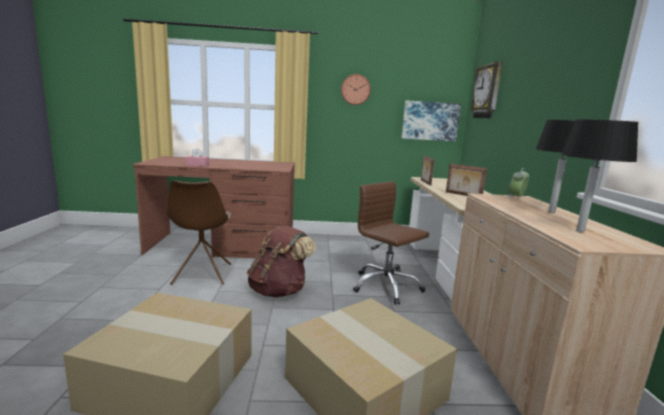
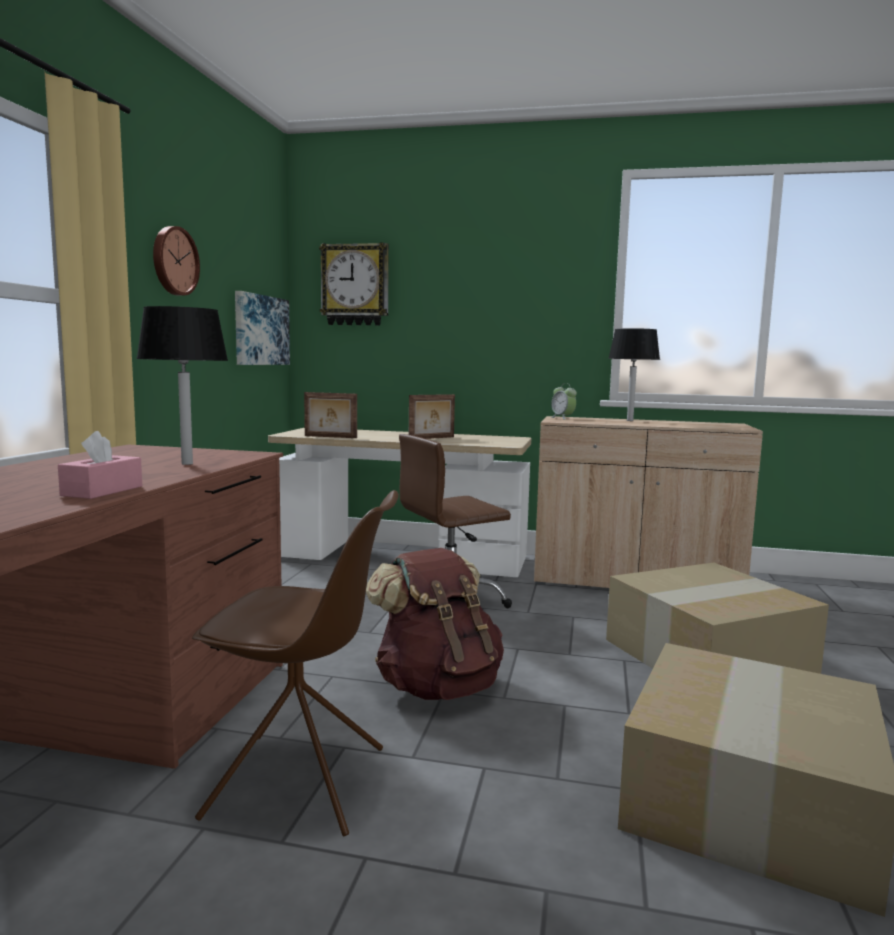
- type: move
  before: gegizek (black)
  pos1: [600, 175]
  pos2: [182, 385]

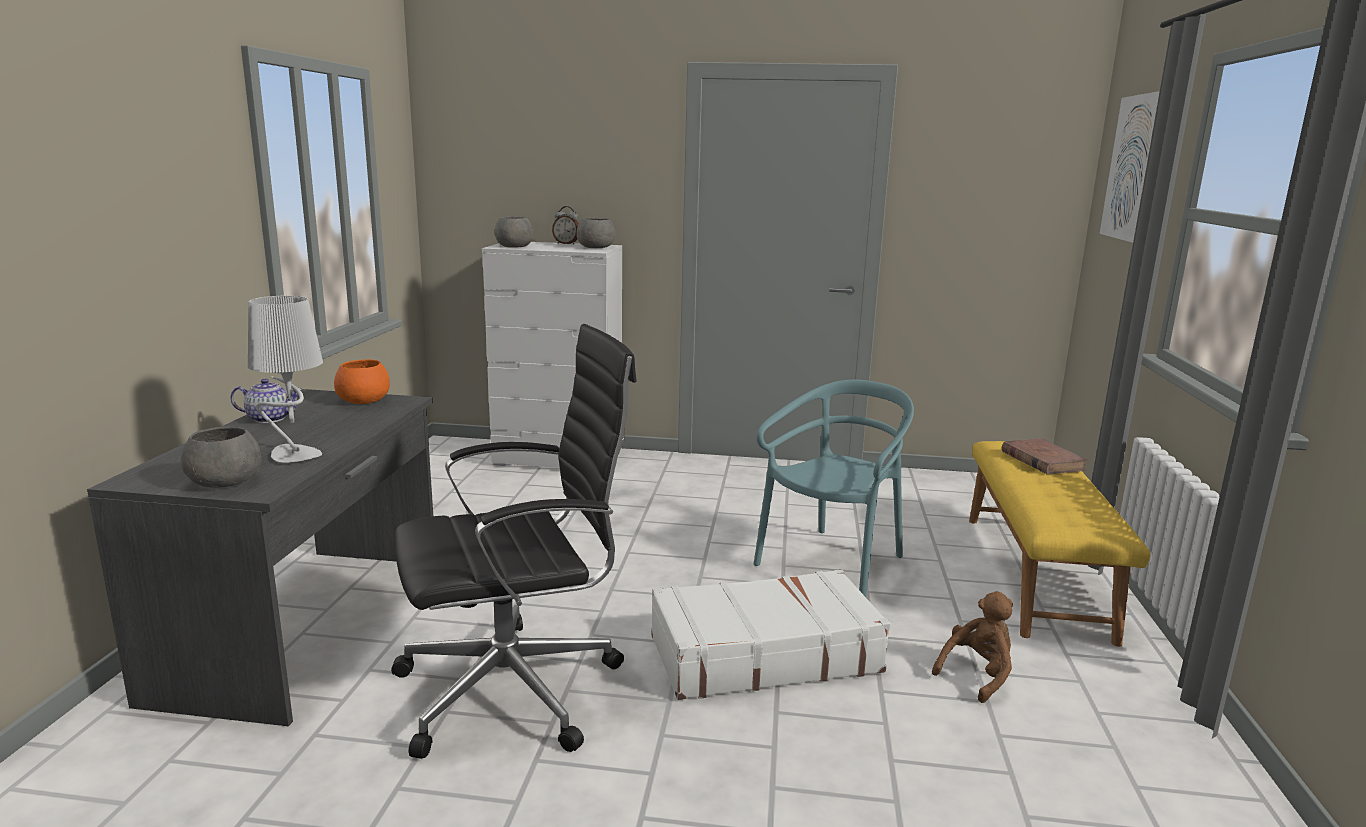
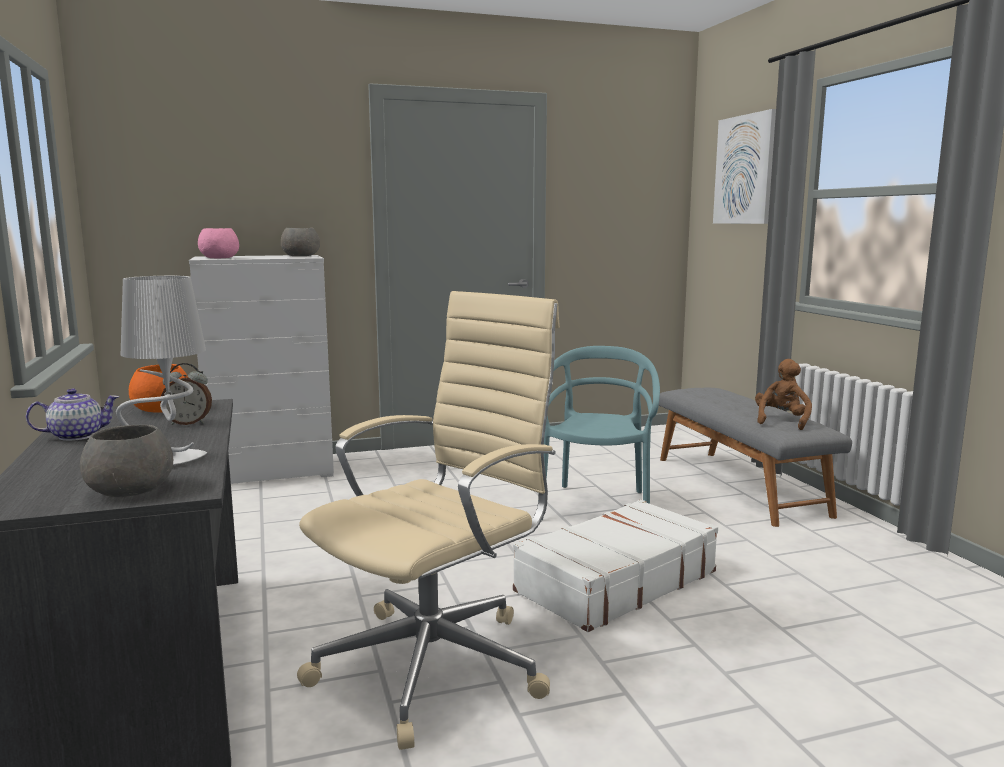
- type: delete
  before: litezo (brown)
  pos1: [1045, 456]
- type: move
  before: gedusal
  pos1: [565, 225]
  pos2: [186, 394]
- type: move
  before: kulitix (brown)
  pos1: [972, 647]
  pos2: [783, 394]
- type: recolor
  before: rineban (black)
  after: rineban (beige)
  pos1: [514, 541]
  pos2: [428, 520]
- type: recolor
  before: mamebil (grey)
  after: mamebil (pink)
  pos1: [514, 232]
  pos2: [218, 243]
- type: recolor
  before: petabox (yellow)
  after: petabox (grey)
  pos1: [1059, 544]
  pos2: [755, 457]

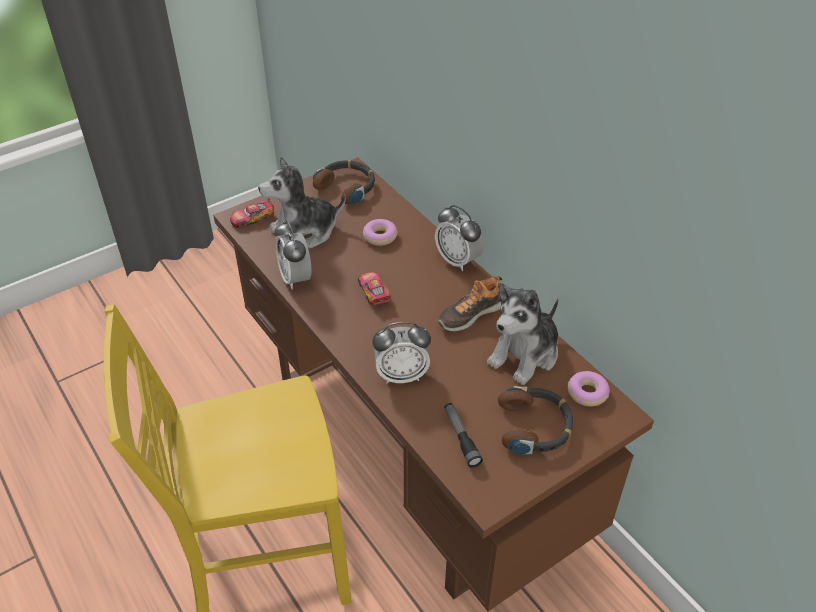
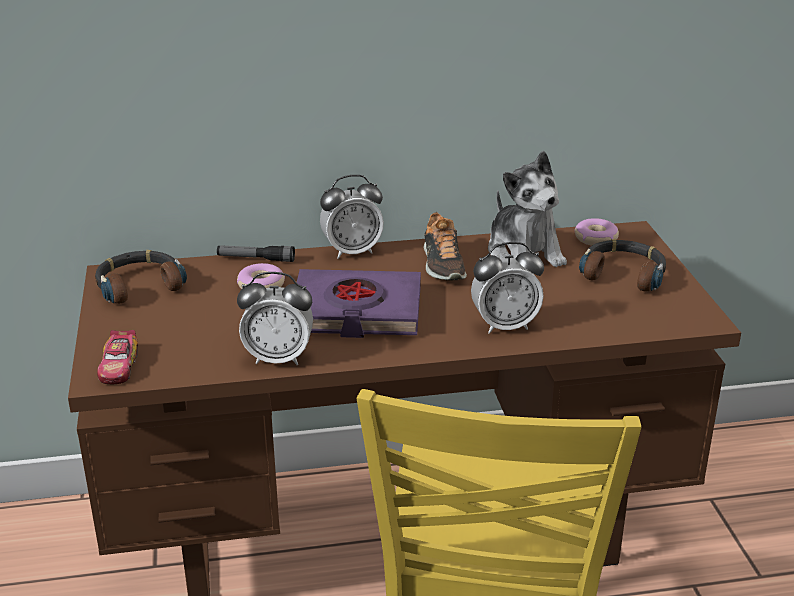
- type: delete
  before: kulitix
  pos1: [302, 202]
- type: move
  before: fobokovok
  pos1: [463, 435]
  pos2: [256, 253]
- type: replace
  before: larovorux
  after: litezo (purple)
  pos1: [374, 289]
  pos2: [359, 303]
- type: rotate
  before: gedusal
  pos1: [401, 352]
  pos2: [507, 288]
  turn: 60

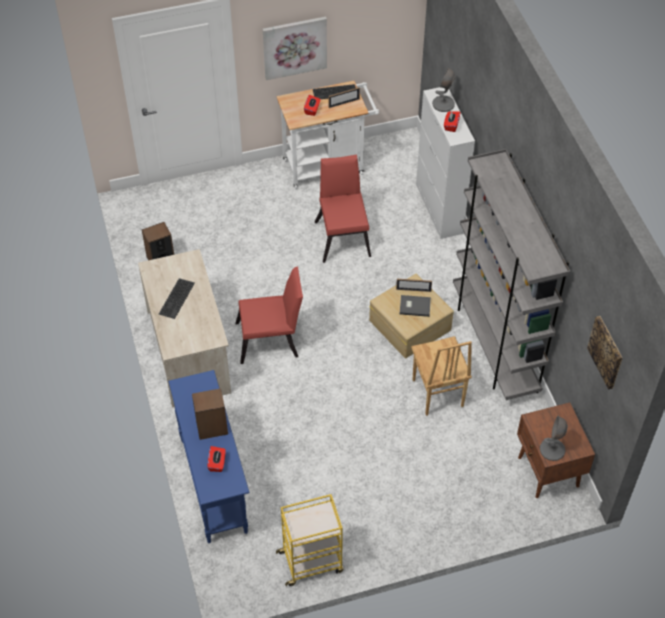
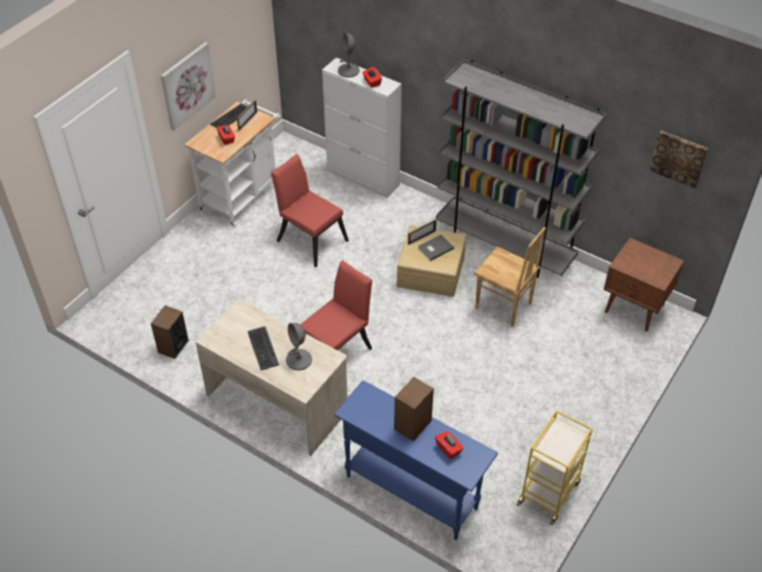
- type: move
  before: gegizek (grey)
  pos1: [554, 438]
  pos2: [299, 346]

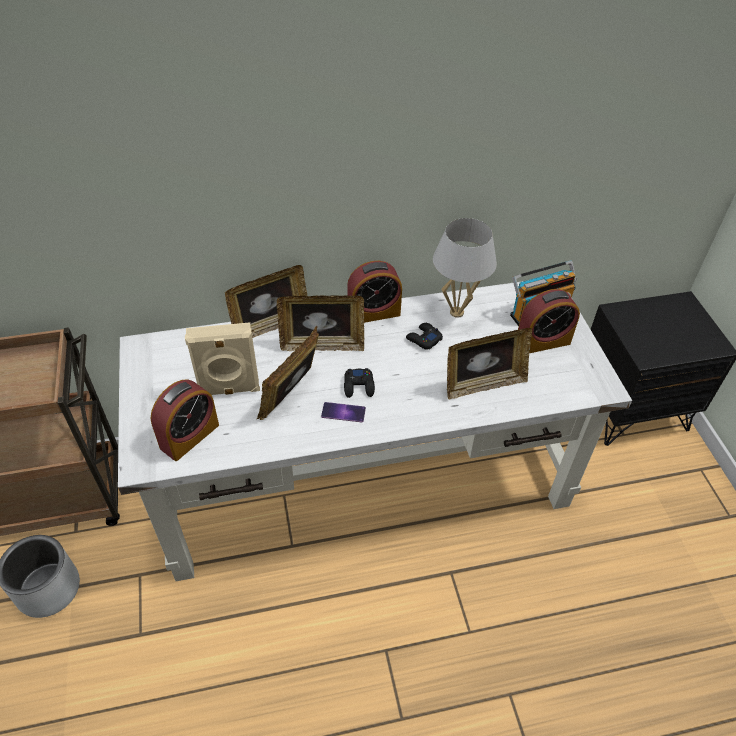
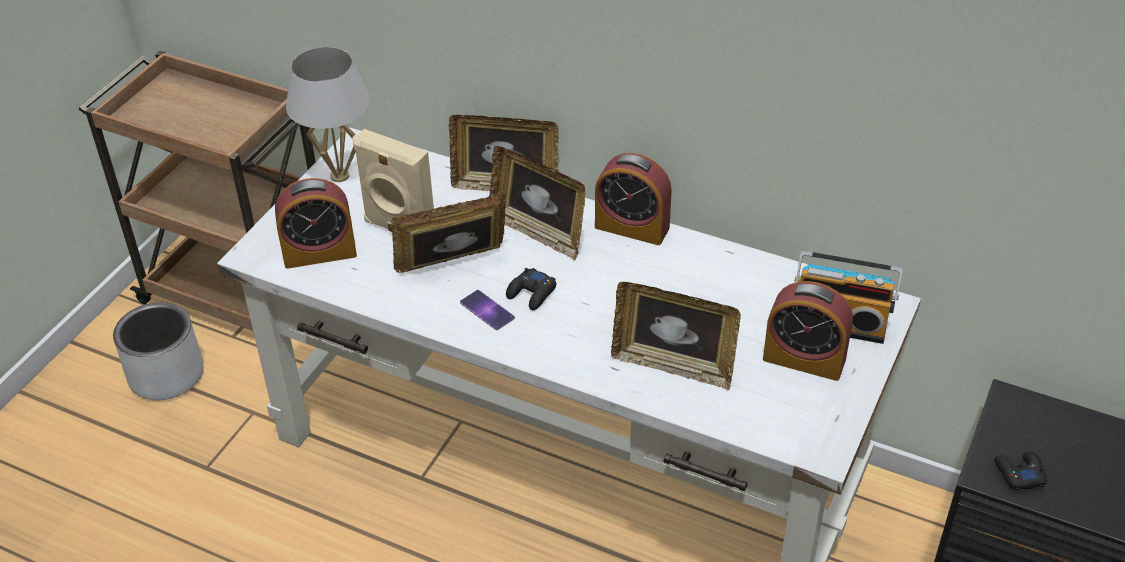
- type: move
  before: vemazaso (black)
  pos1: [424, 336]
  pos2: [1020, 471]
- type: move
  before: gegizek (white)
  pos1: [465, 268]
  pos2: [328, 114]

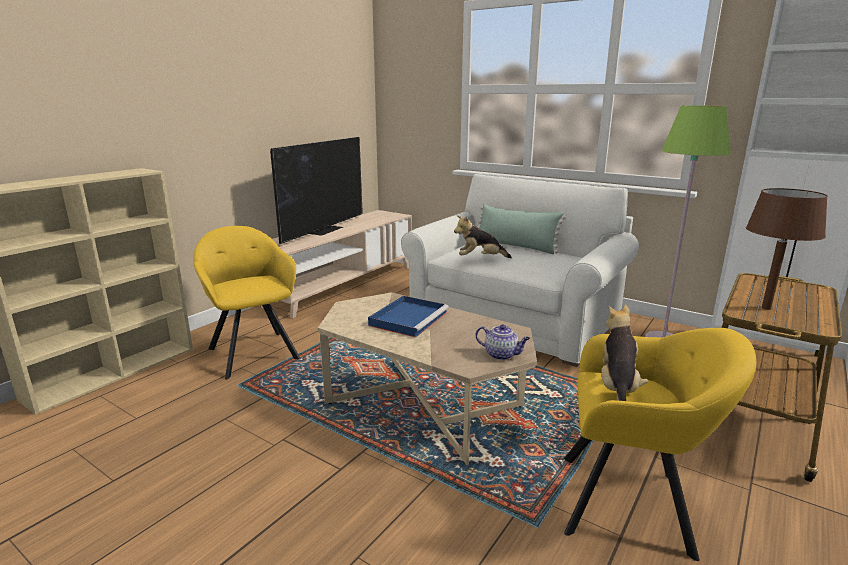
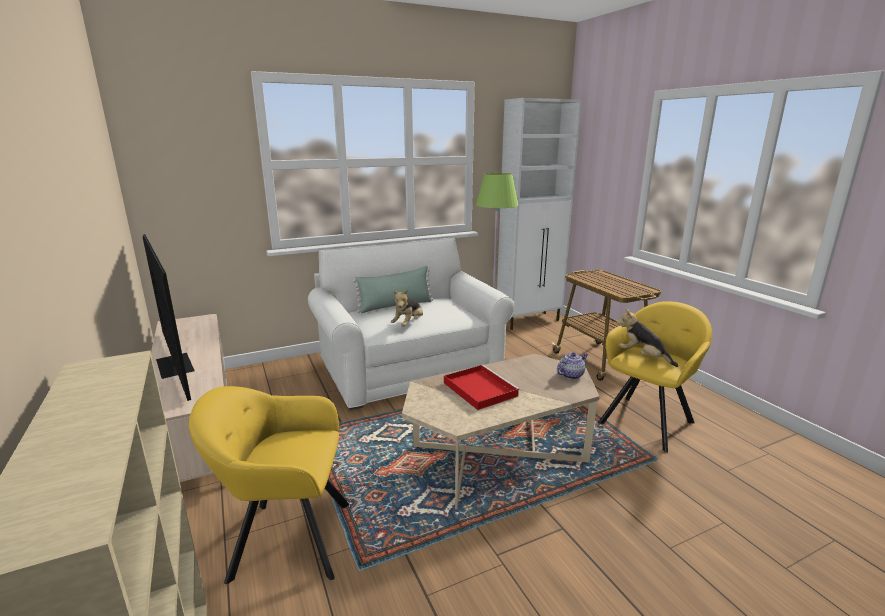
- type: delete
  before: gegizek (brown)
  pos1: [787, 249]
- type: recolor
  before: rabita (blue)
  after: rabita (red)
  pos1: [408, 316]
  pos2: [482, 387]

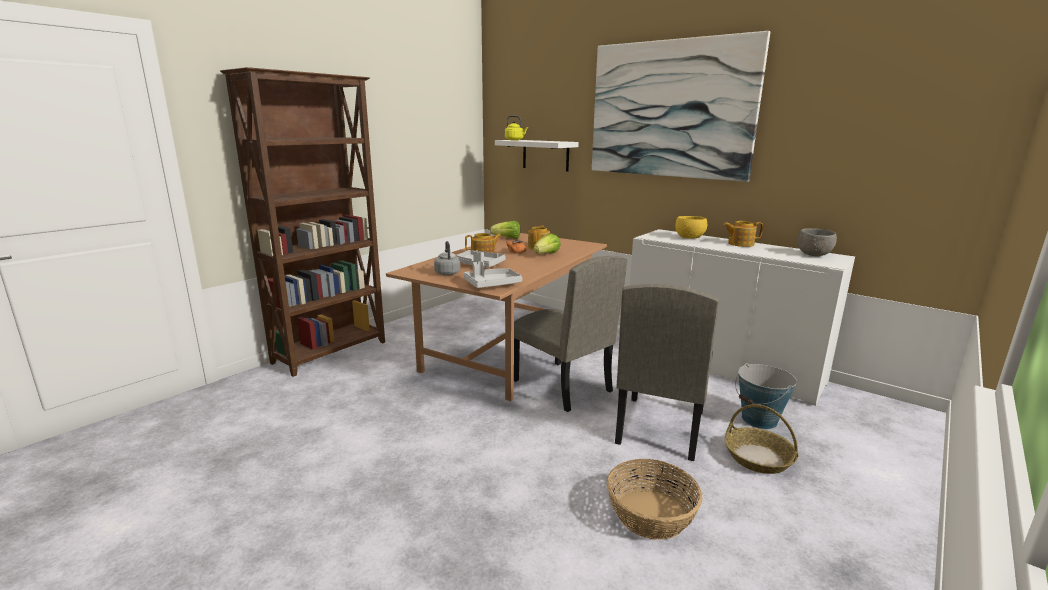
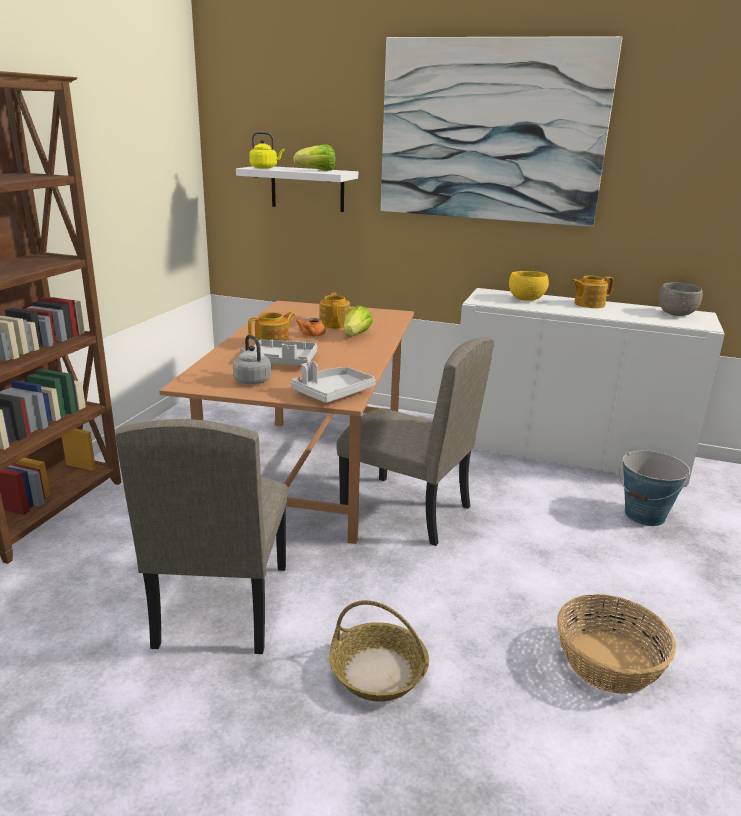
- type: move
  before: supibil
  pos1: [505, 230]
  pos2: [314, 157]
- type: move
  before: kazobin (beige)
  pos1: [667, 372]
  pos2: [201, 536]
- type: move
  before: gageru
  pos1: [762, 439]
  pos2: [379, 650]

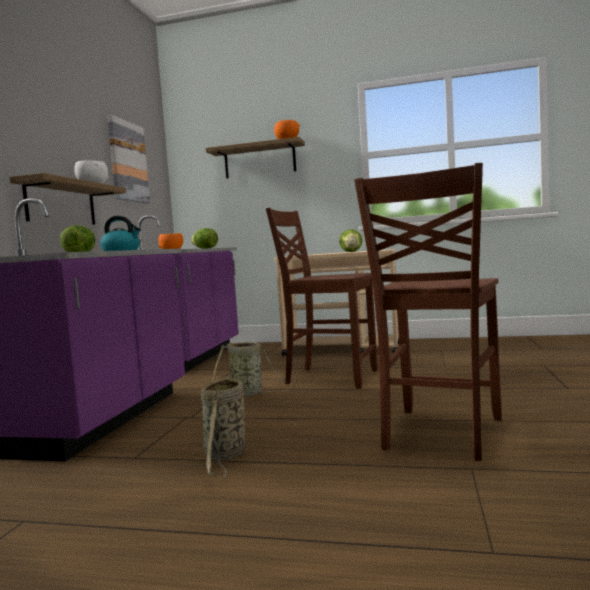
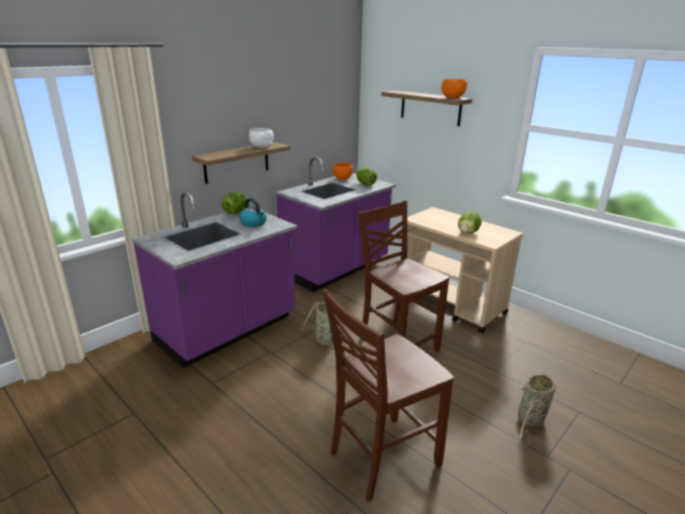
- type: delete
  before: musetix
  pos1: [128, 159]
- type: move
  before: gageru
  pos1: [223, 427]
  pos2: [537, 408]

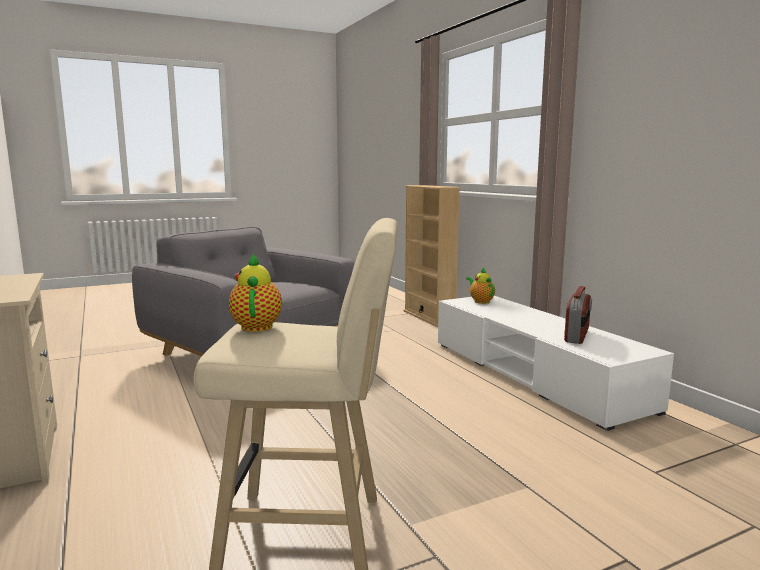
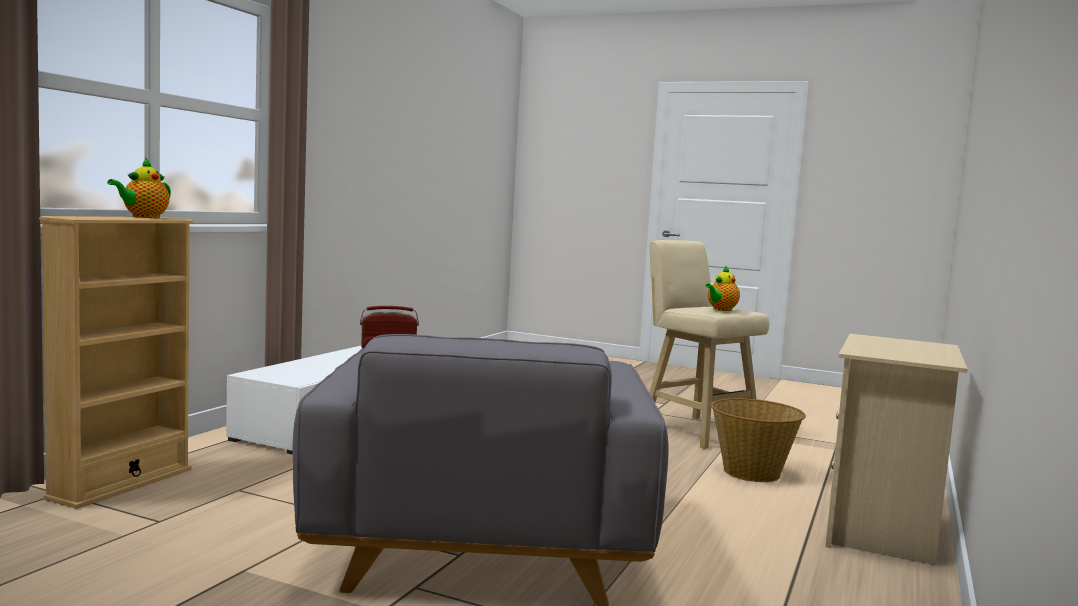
- type: insert
  after: gageru
  pos2: [758, 440]
- type: move
  before: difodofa
  pos1: [480, 286]
  pos2: [139, 188]

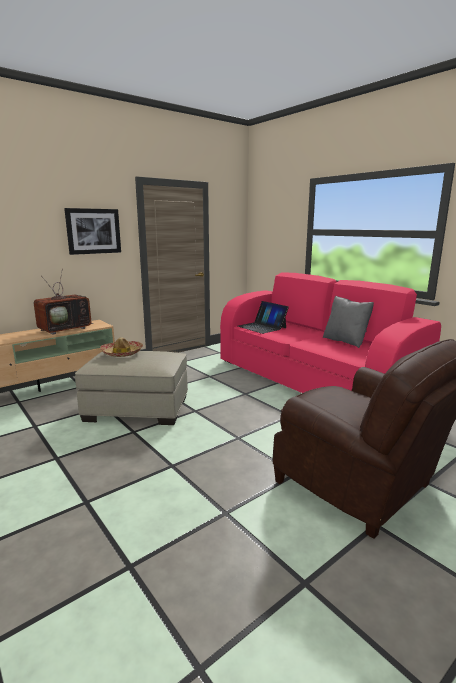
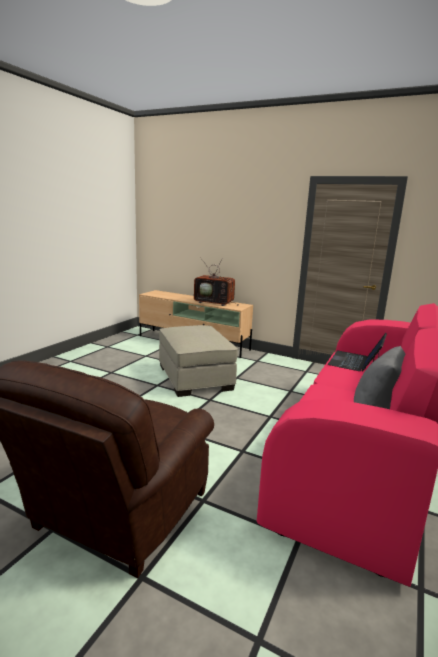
- type: delete
  before: musetix
  pos1: [92, 231]
- type: delete
  before: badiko
  pos1: [121, 347]

